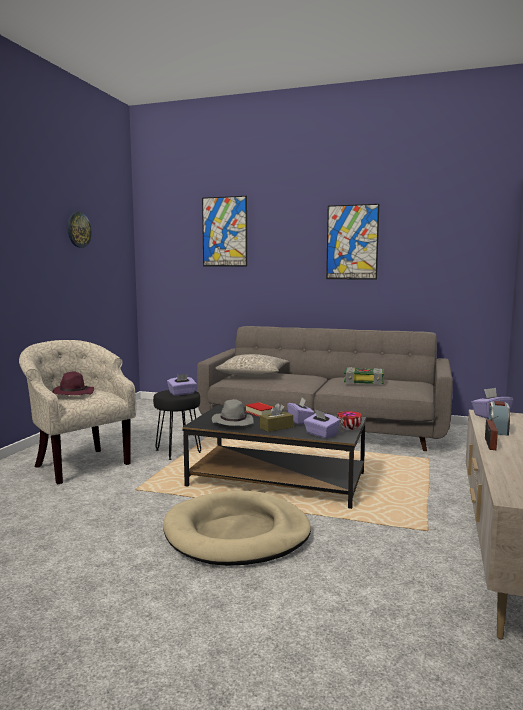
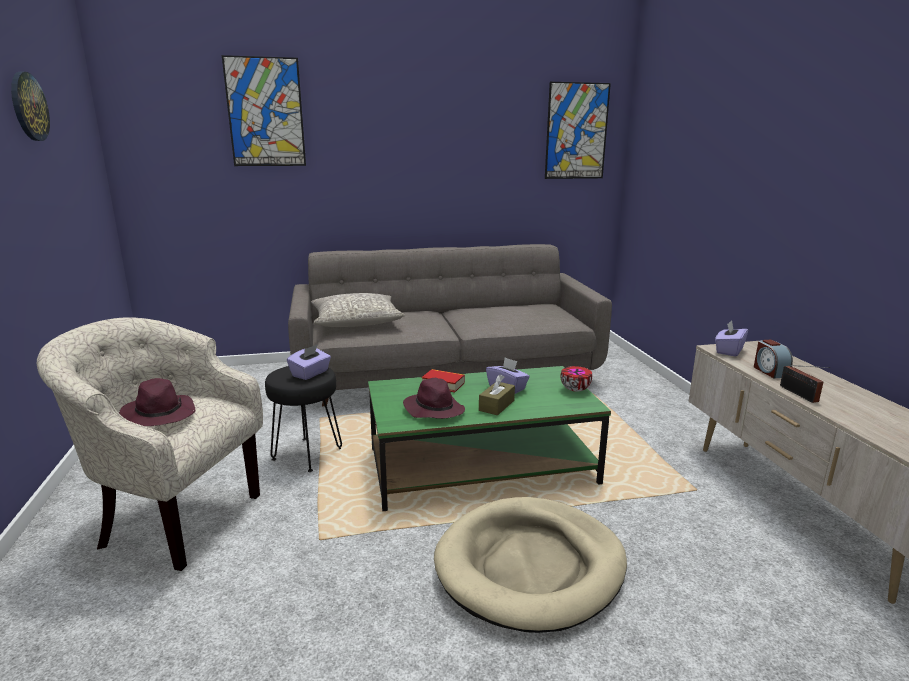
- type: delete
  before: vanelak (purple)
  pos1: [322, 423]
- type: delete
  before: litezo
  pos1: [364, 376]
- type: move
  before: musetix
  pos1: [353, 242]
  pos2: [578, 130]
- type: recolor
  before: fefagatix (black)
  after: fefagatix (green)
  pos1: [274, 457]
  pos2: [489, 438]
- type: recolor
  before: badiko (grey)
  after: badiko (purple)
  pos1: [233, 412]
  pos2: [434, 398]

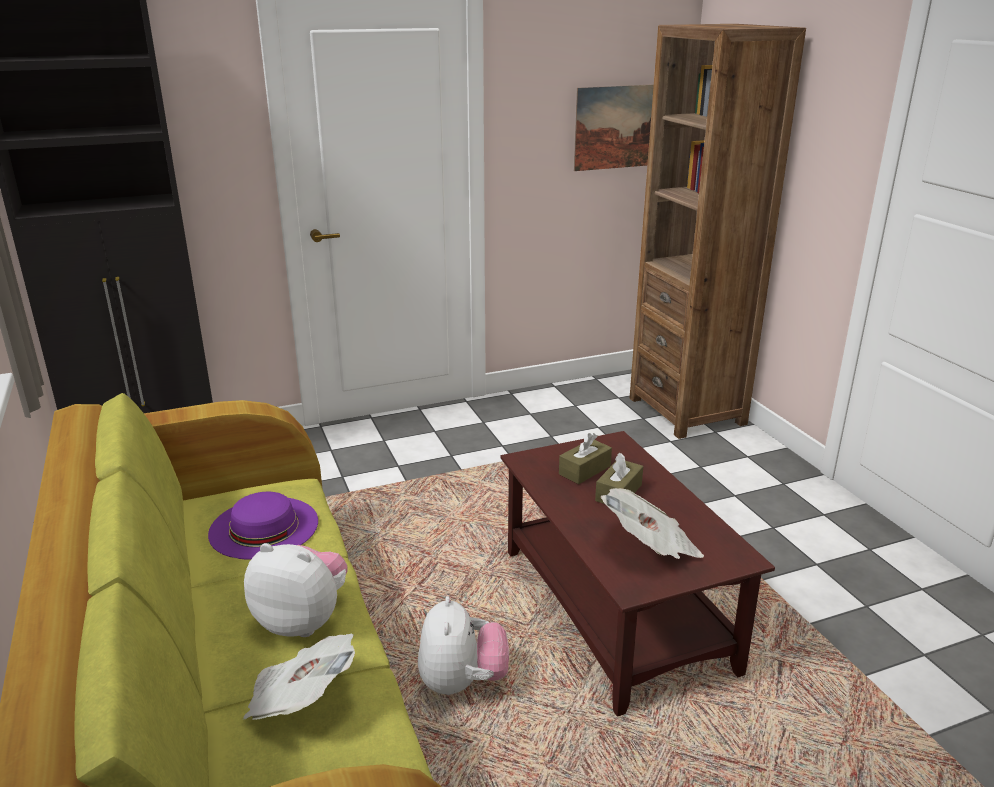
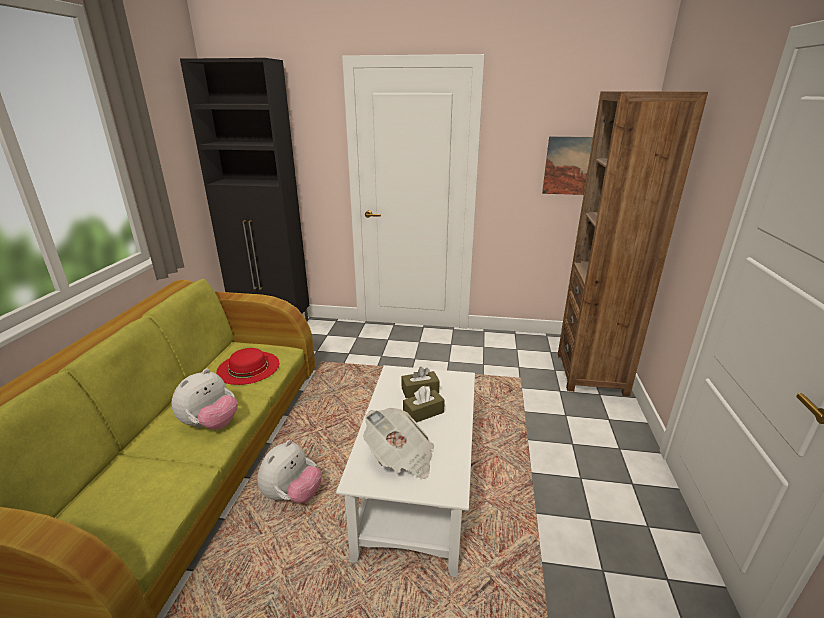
- type: delete
  before: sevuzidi
  pos1: [299, 677]
- type: recolor
  before: badiko (purple)
  after: badiko (red)
  pos1: [263, 526]
  pos2: [247, 366]
- type: recolor
  before: fefagatix (brown)
  after: fefagatix (white)
  pos1: [637, 574]
  pos2: [405, 471]
- type: rotate
  before: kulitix
  pos1: [296, 590]
  pos2: [204, 399]
  turn: 75

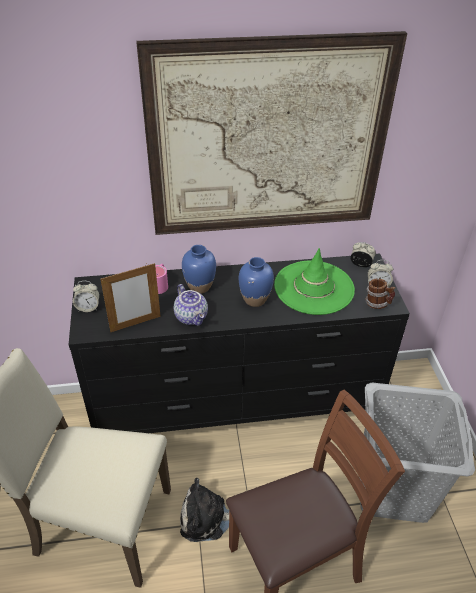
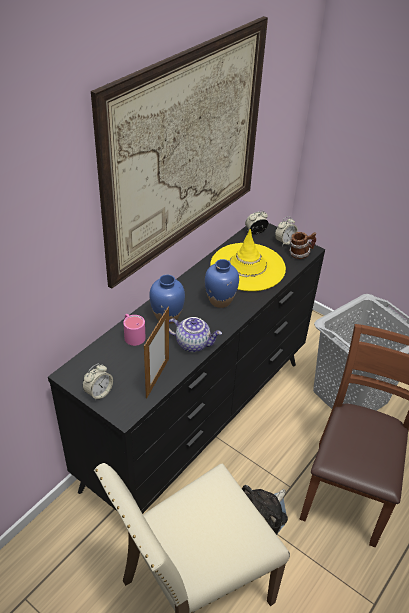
- type: recolor
  before: badiko (green)
  after: badiko (yellow)
  pos1: [314, 281]
  pos2: [248, 260]

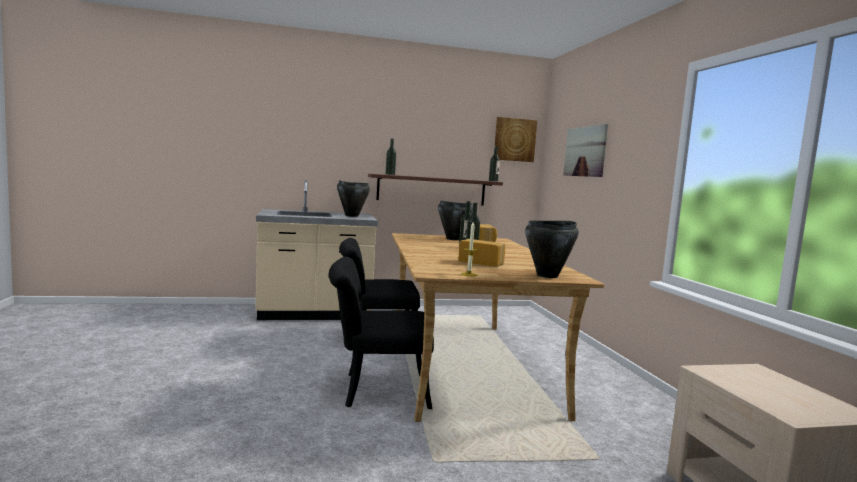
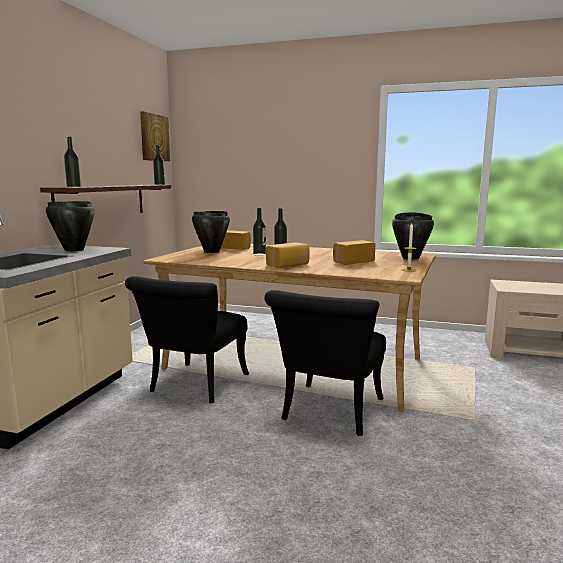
- type: delete
  before: musetix
  pos1: [585, 150]
- type: insert
  after: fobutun
  pos2: [288, 255]

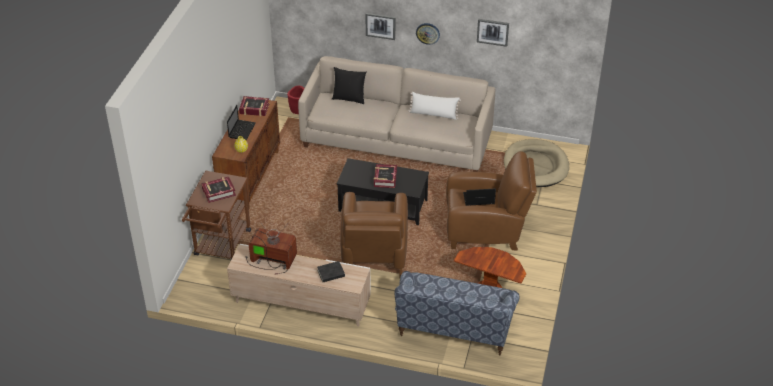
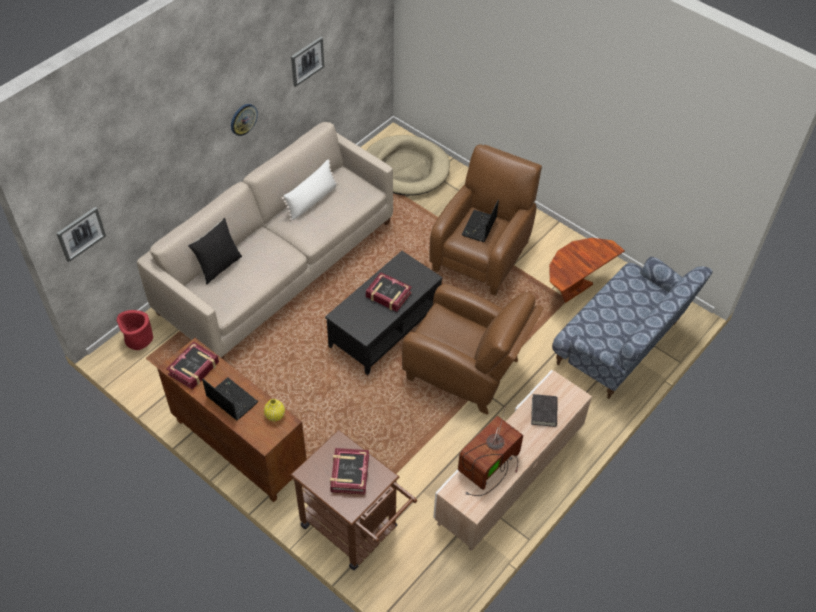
- type: move
  before: musetix
  pos1: [380, 26]
  pos2: [81, 234]

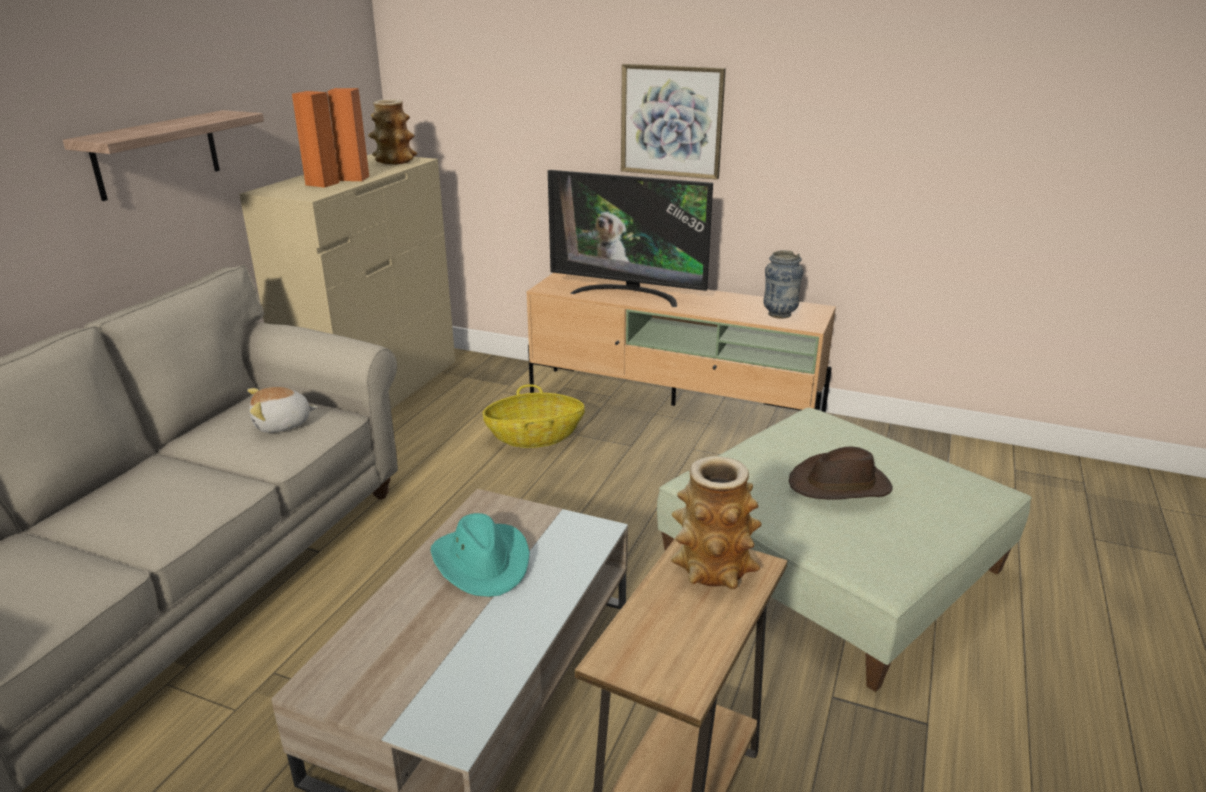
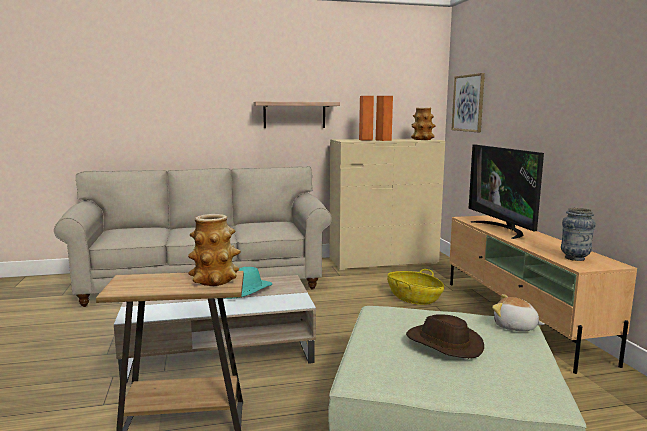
- type: move
  before: kulitix
  pos1: [283, 410]
  pos2: [518, 312]
- type: move
  before: musetix
  pos1: [673, 122]
  pos2: [468, 102]

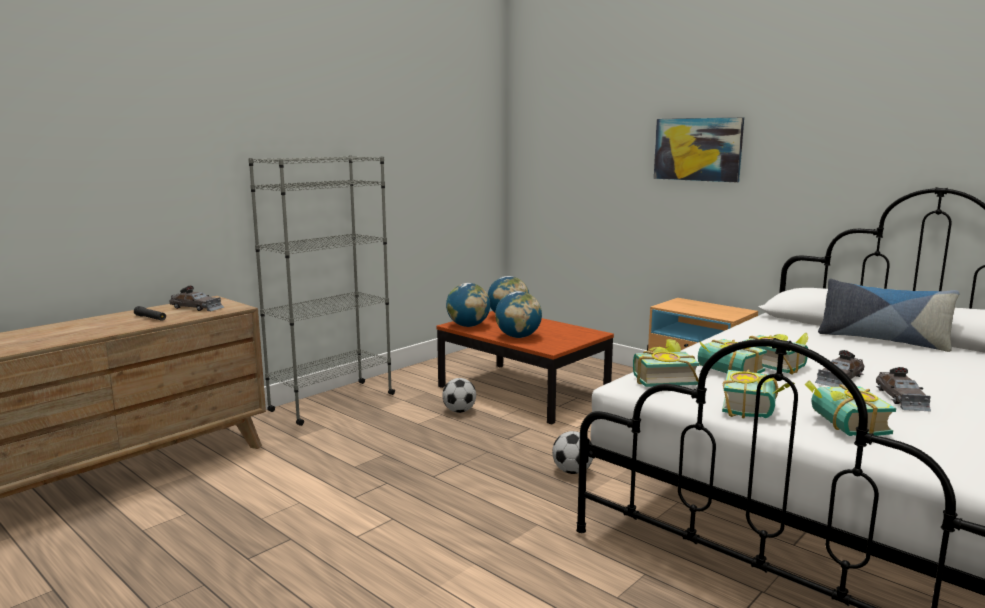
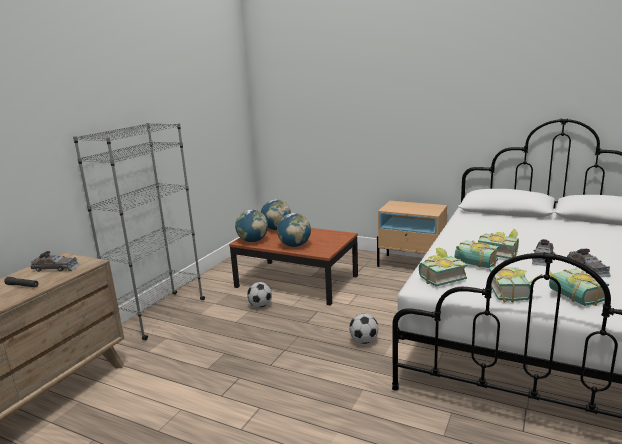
- type: delete
  before: musetix
  pos1: [699, 149]
- type: delete
  before: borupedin
  pos1: [889, 315]

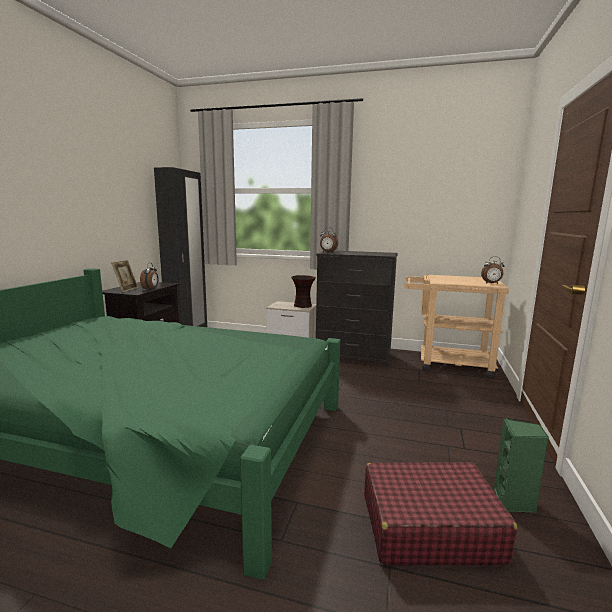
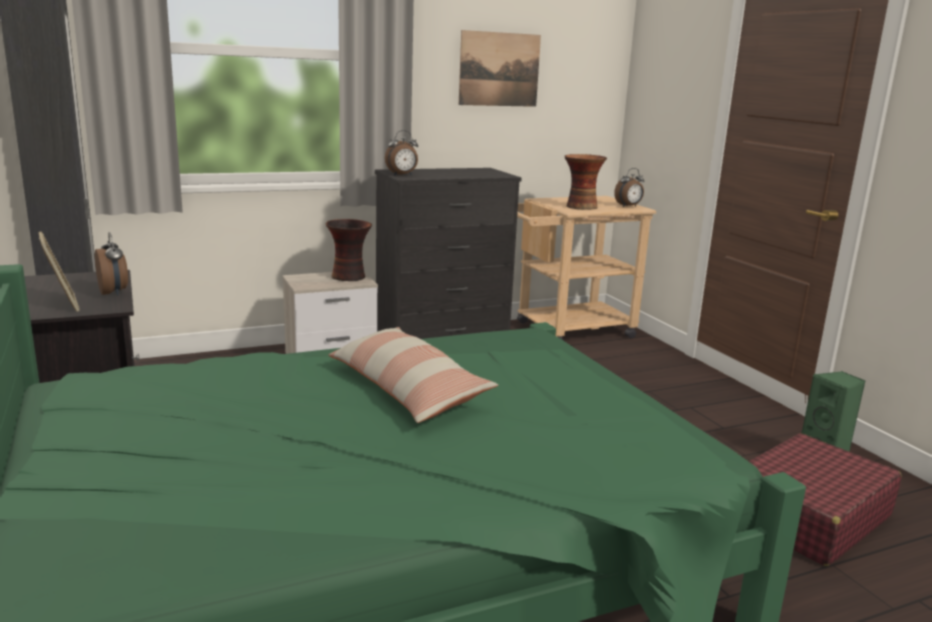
- type: insert
  after: borupedin
  pos2: [413, 375]
- type: insert
  after: musetix
  pos2: [500, 68]
- type: insert
  after: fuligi
  pos2: [586, 182]

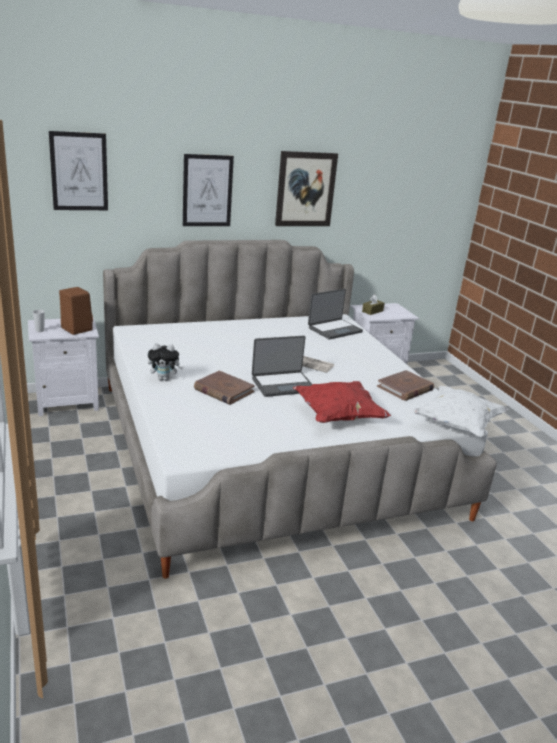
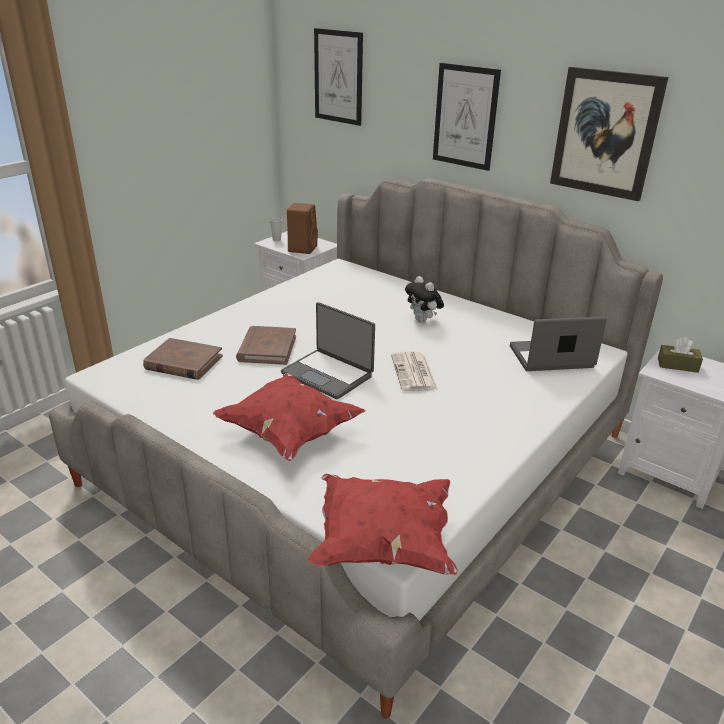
- type: move
  before: kulitix
  pos1: [165, 362]
  pos2: [424, 299]
- type: move
  before: litezo (brown)
  pos1: [405, 385]
  pos2: [183, 359]
- type: recolor
  before: borupedin (white)
  after: borupedin (red)
  pos1: [459, 411]
  pos2: [383, 524]
- type: rotate
  before: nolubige
  pos1: [335, 314]
  pos2: [558, 343]
  turn: 150

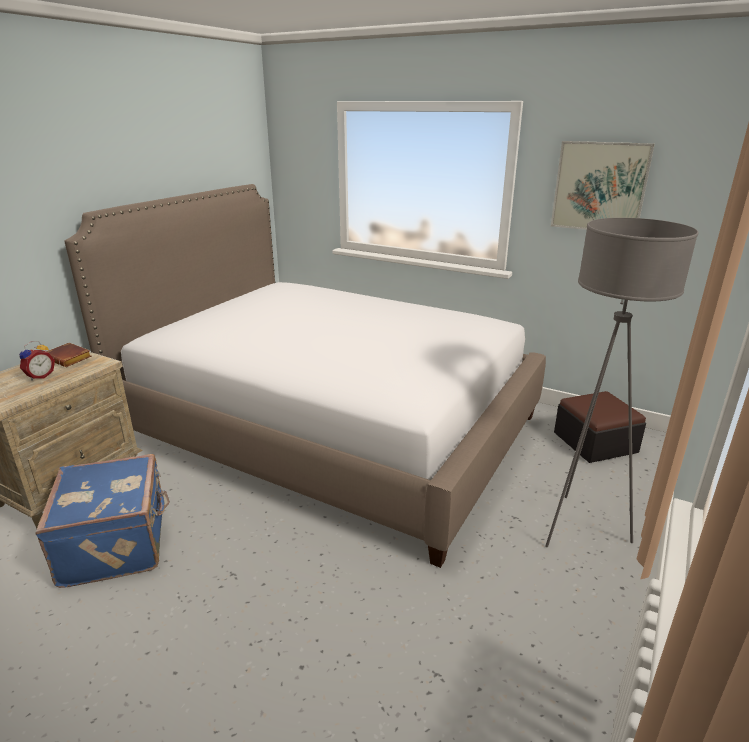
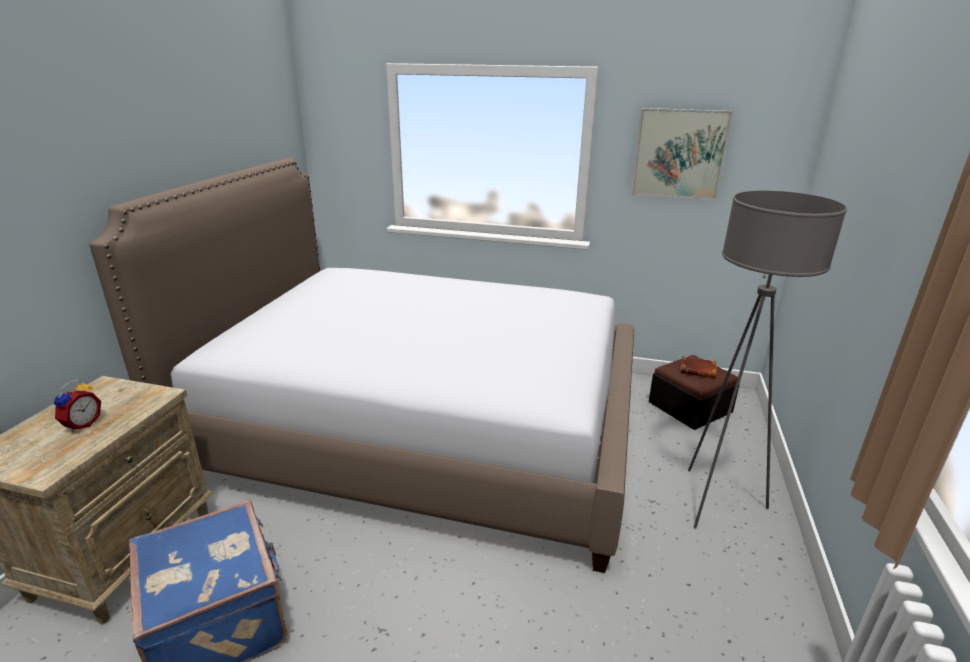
- type: move
  before: litezo (brown)
  pos1: [69, 355]
  pos2: [698, 367]

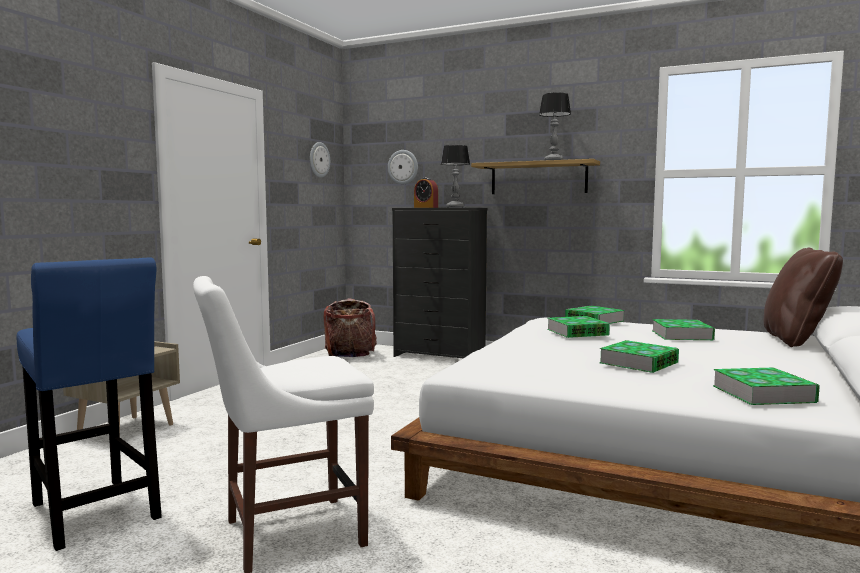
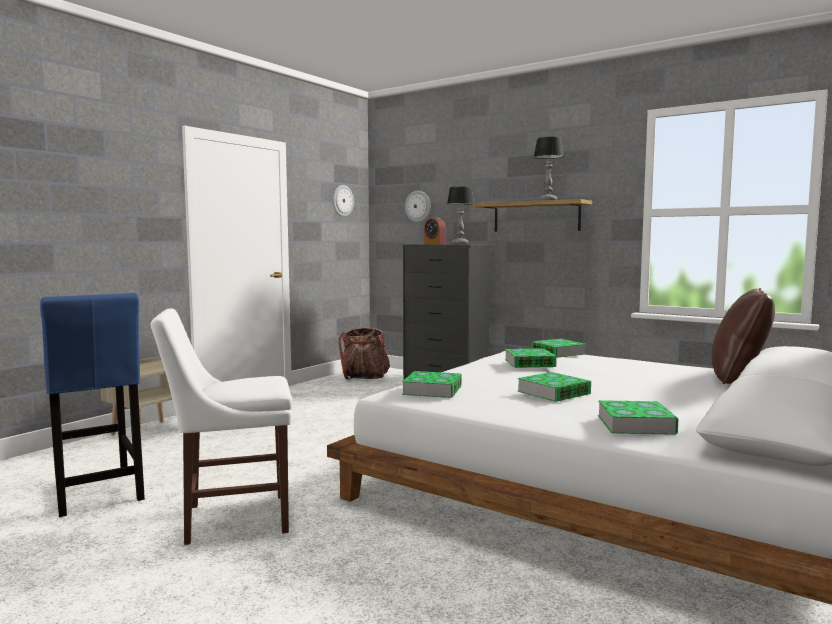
- type: move
  before: litezo
  pos1: [683, 329]
  pos2: [432, 384]

